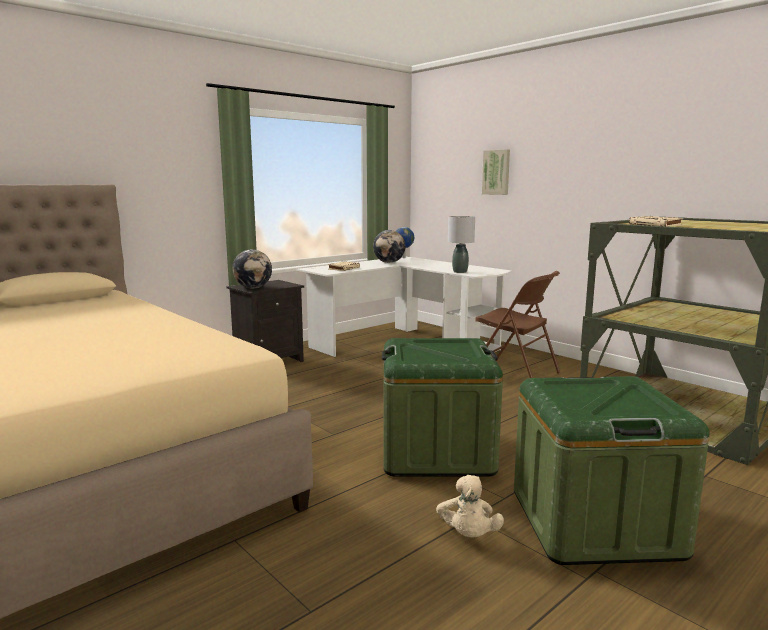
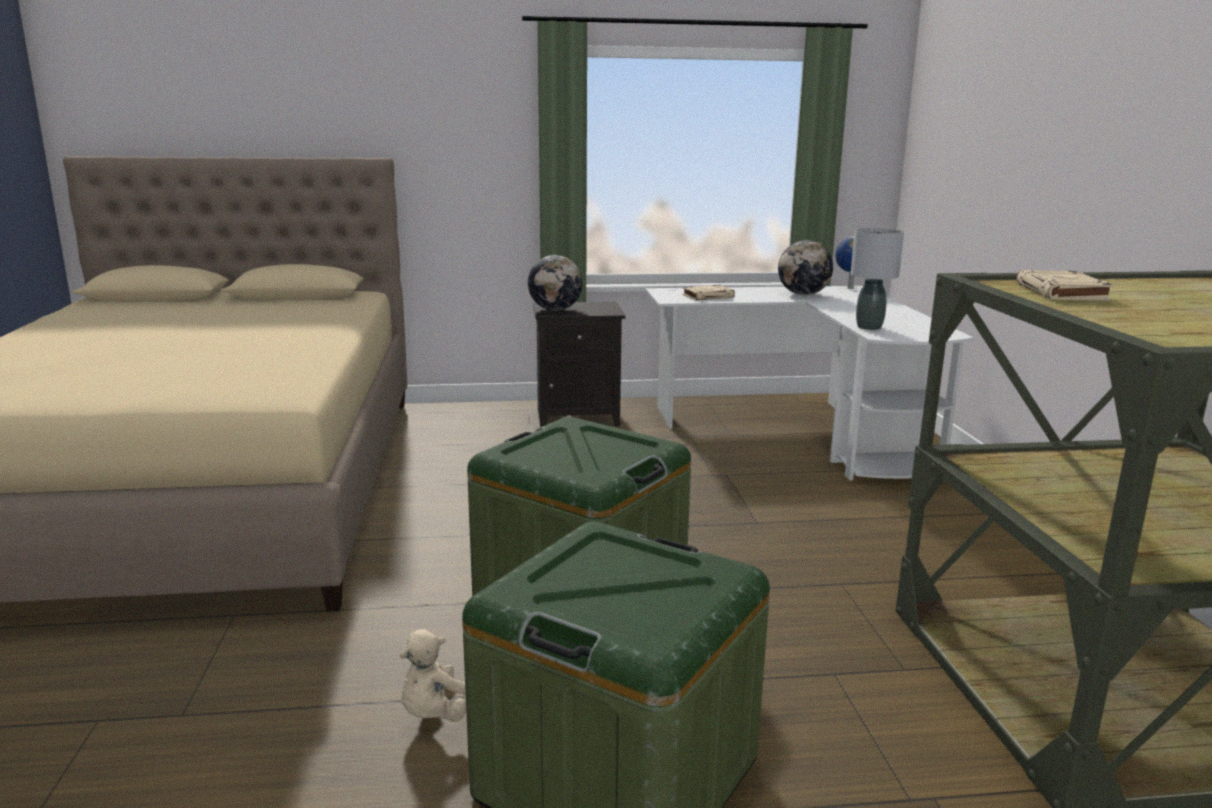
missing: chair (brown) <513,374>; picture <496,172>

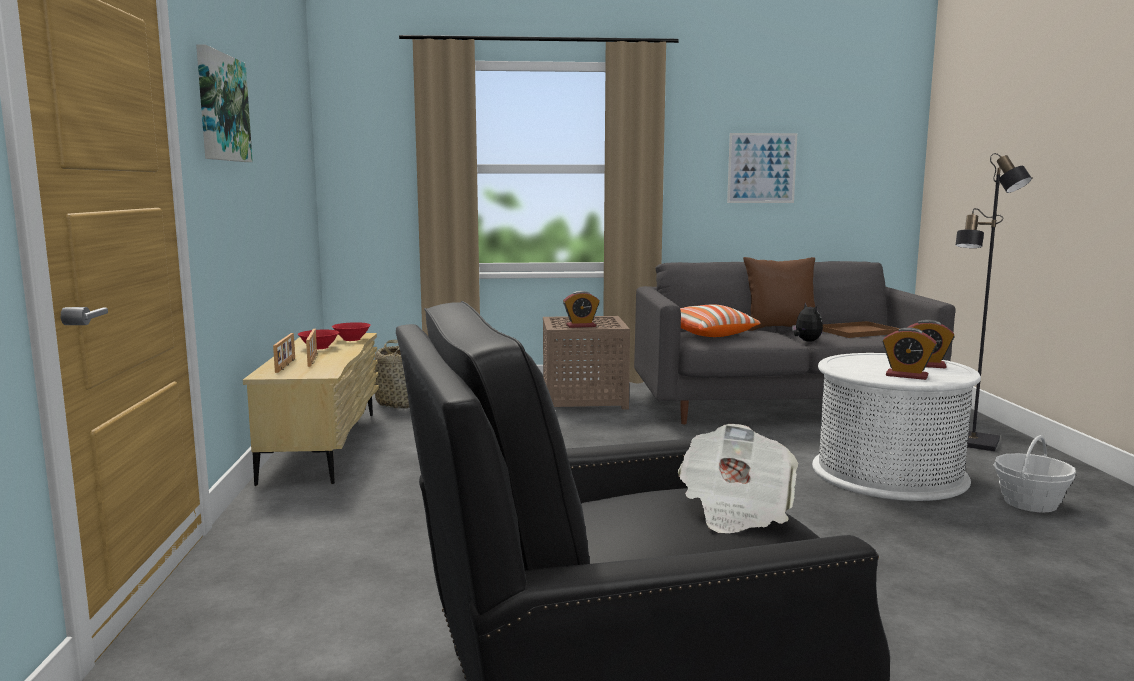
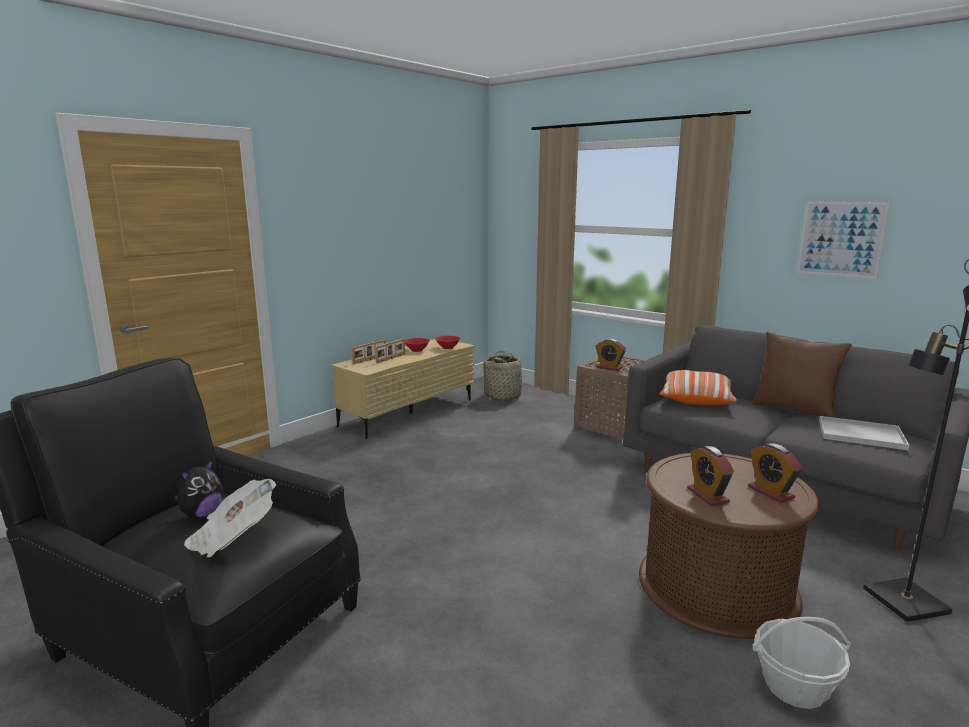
missing: picture <221,108>
relocated: plush toy <806,341> to <201,514>
colour: coffee table (white) <888,473> to coffee table (brown) <717,586>; tray (brown) <857,331> to tray (white) <859,434>

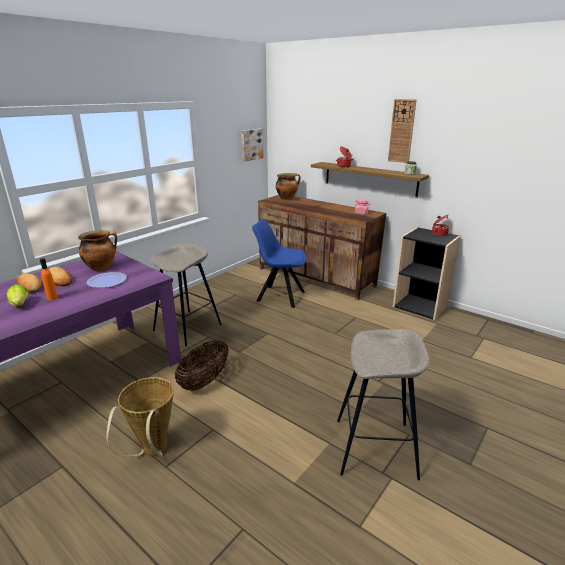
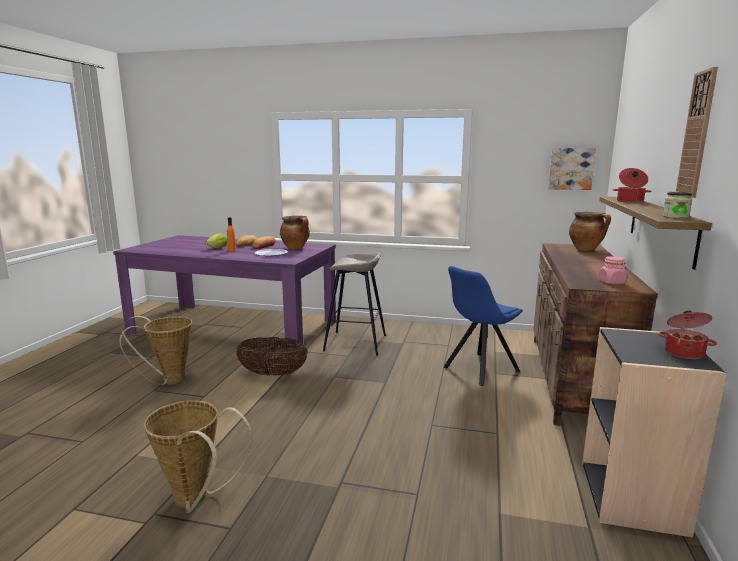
exchanged: stool (grey) <375,448> to basket <196,501>
spun: chair (blue) <280,296> = <480,369> 120 degrees counterclockwise

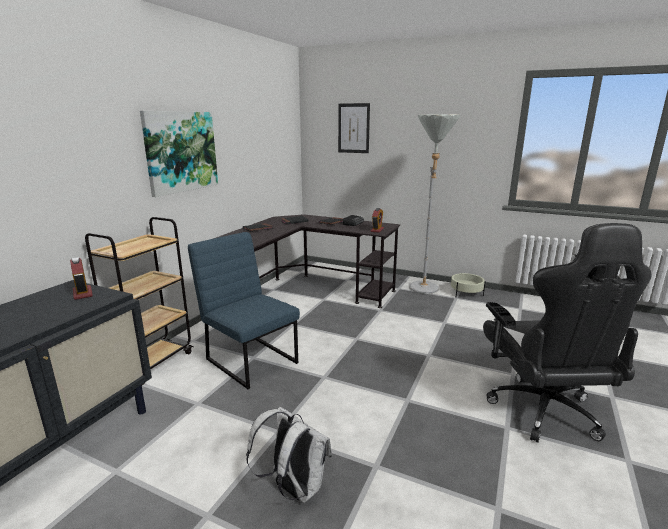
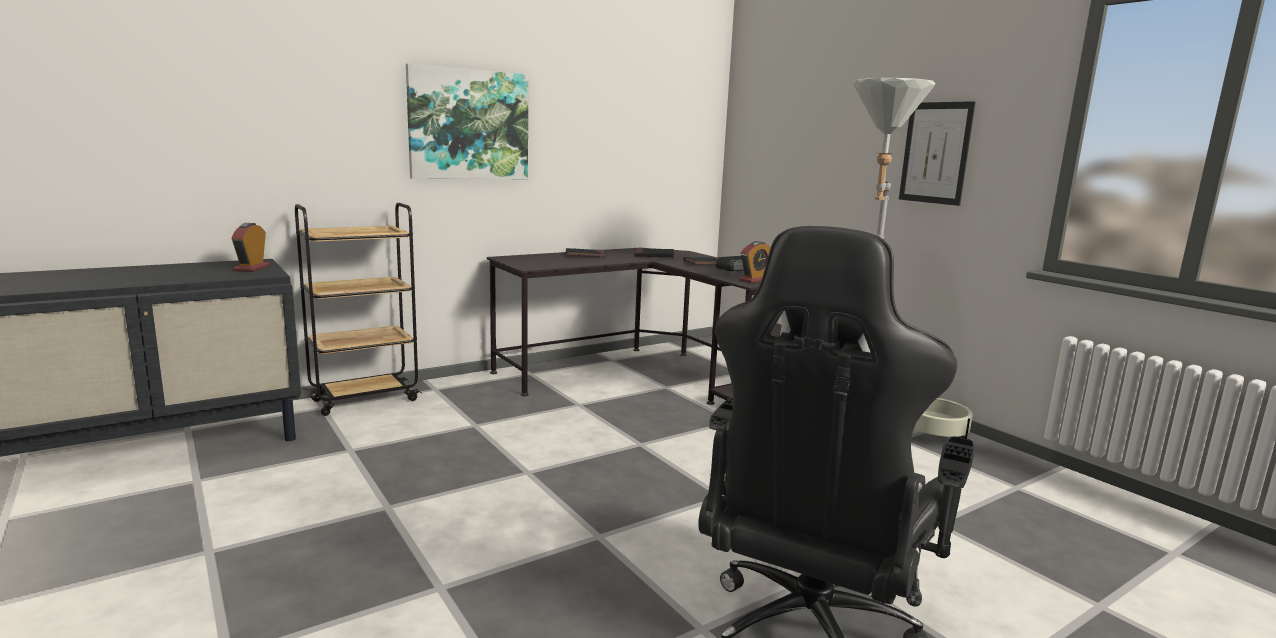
missing: chair (blue) <250,359>; backpack (white) <293,488>
relocated: picture <353,128> to <935,153>

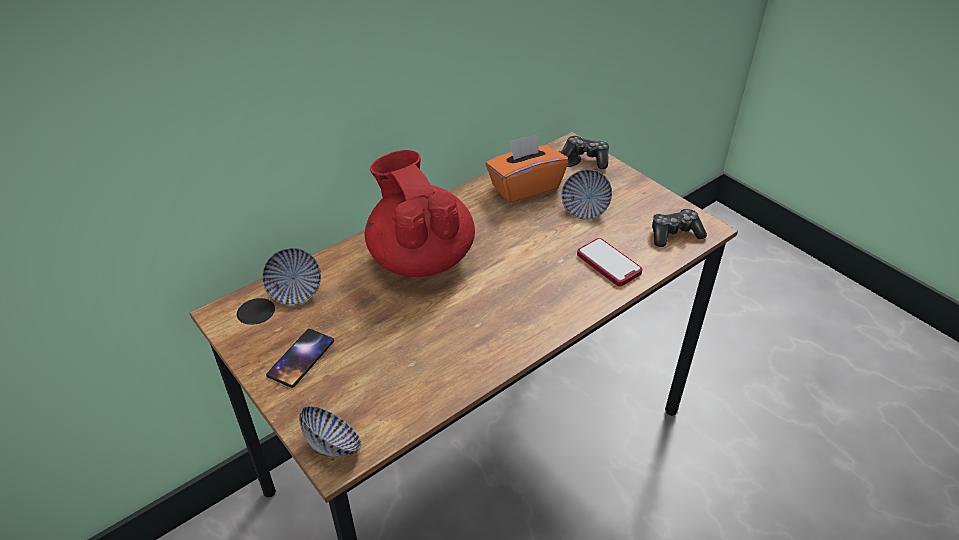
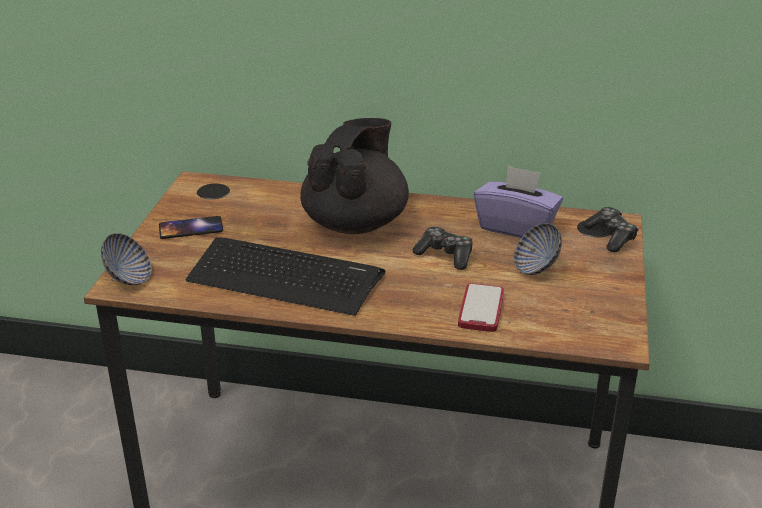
missing: bowl <295,292>
appeared: keyboard <285,277>
relocated: game controller <674,234> to <445,255>
colour: teapot (red) <420,257> to teapot (black) <355,222>; tissue box (orange) <524,187> to tissue box (purple) <516,227>

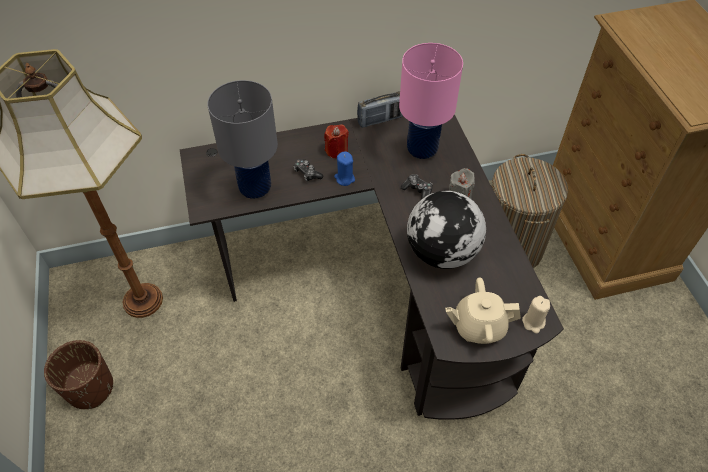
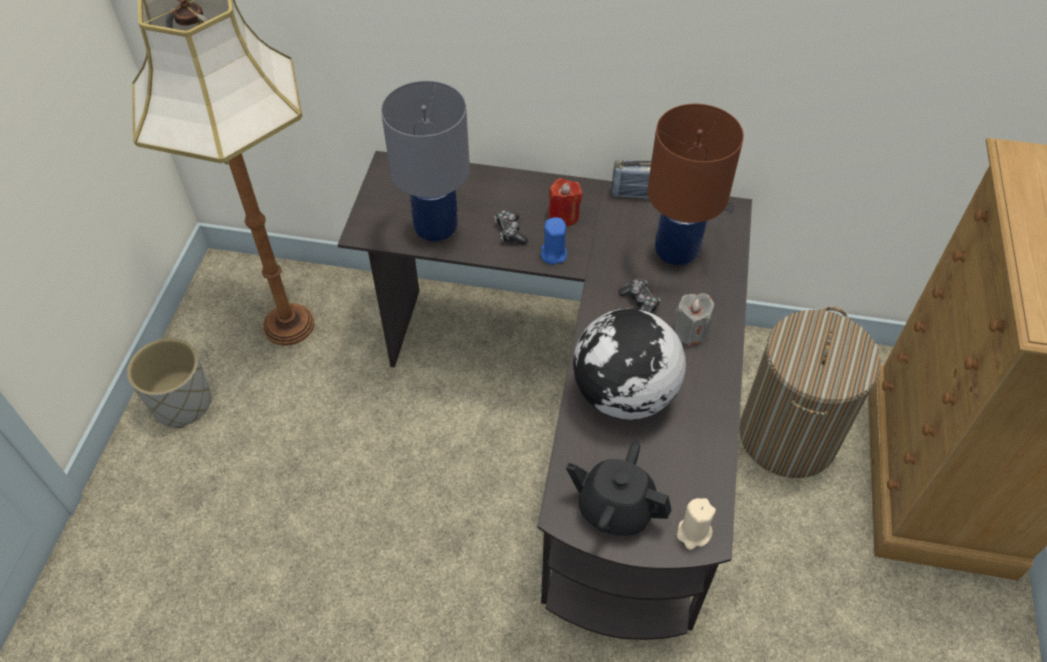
colour: planter (brown) <90,388> to planter (grey) <182,403>; table lamp (pink) <422,151> to table lamp (brown) <676,254>; teapot (beige) <478,326> to teapot (black) <615,508>

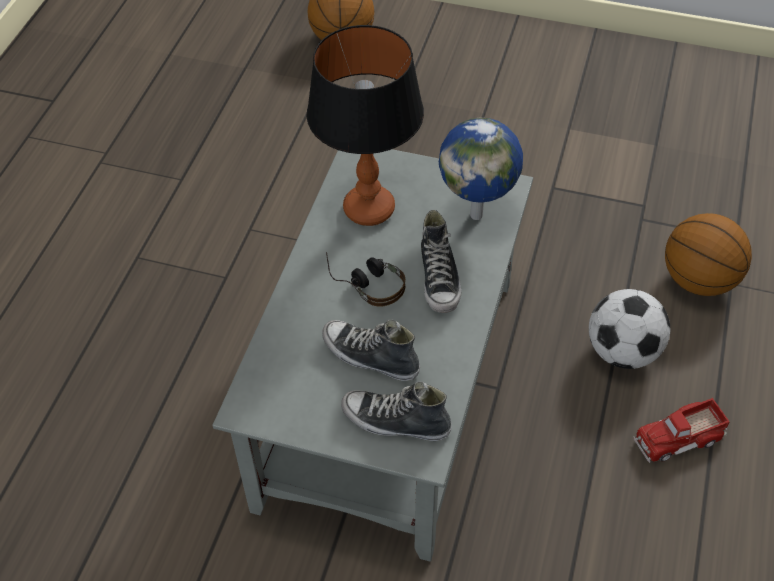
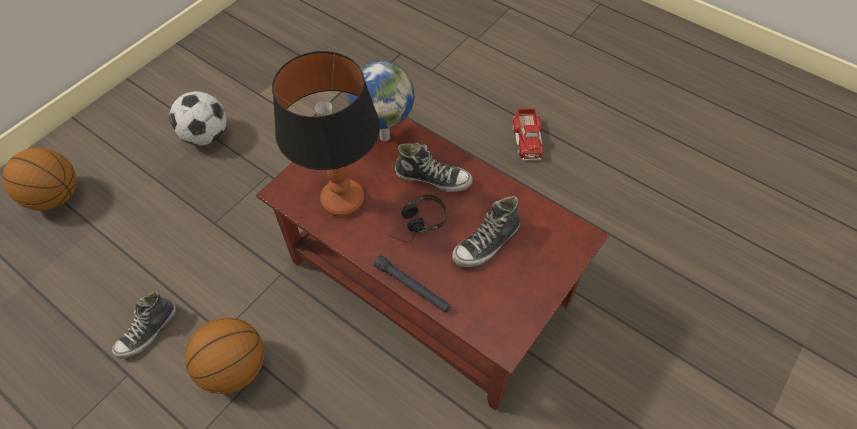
appeared: flashlight (black) <412,287>
relocated: shoe <396,421> to <148,332>; football <622,351> to <206,135>; basketball <698,280> to <234,367>
colour: coffee table (grey) <389,394> to coffee table (brown) <431,282>

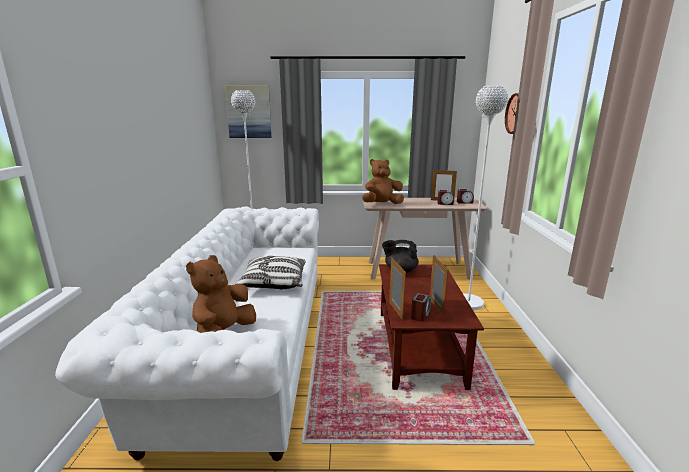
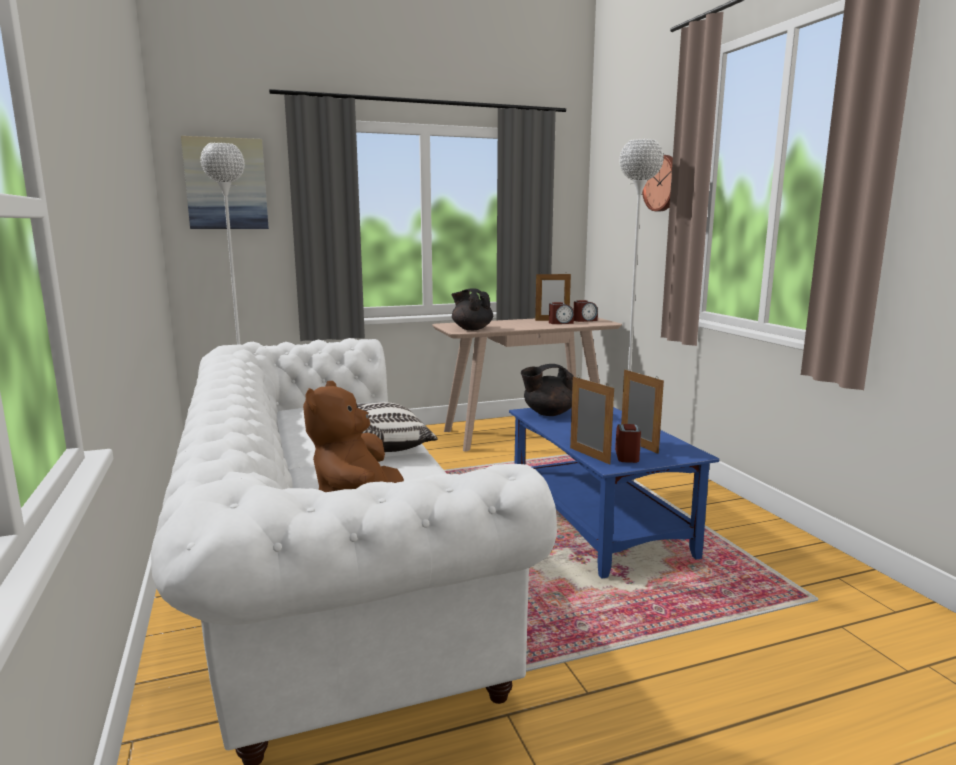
exchanged: plush toy (brown) <382,204> to teapot (black) <471,329>
colour: coffee table (brown) <418,346> to coffee table (blue) <596,522>

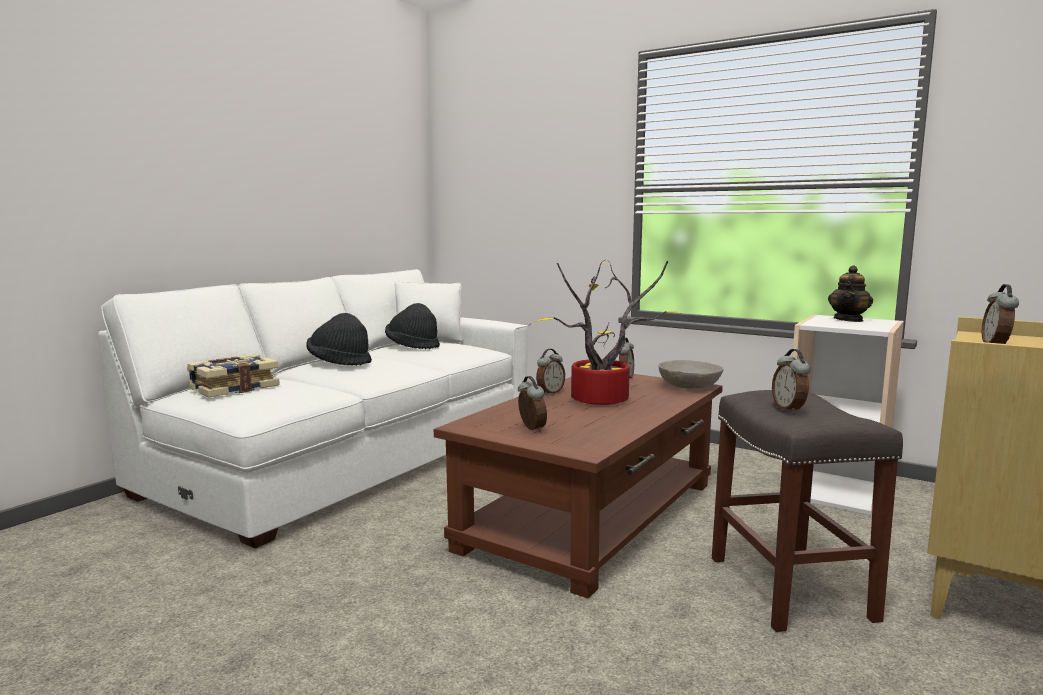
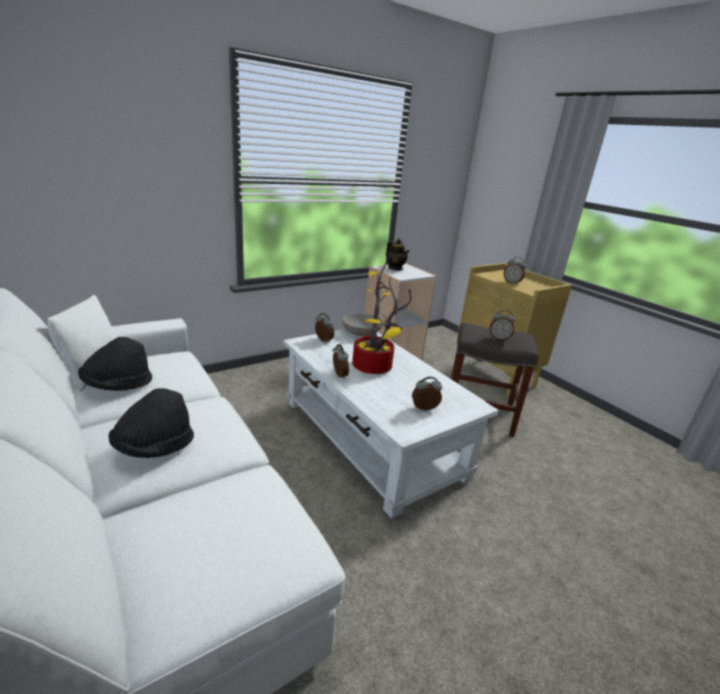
missing: book <233,388>
colour: coffee table (brown) <592,514> to coffee table (white) <371,437>

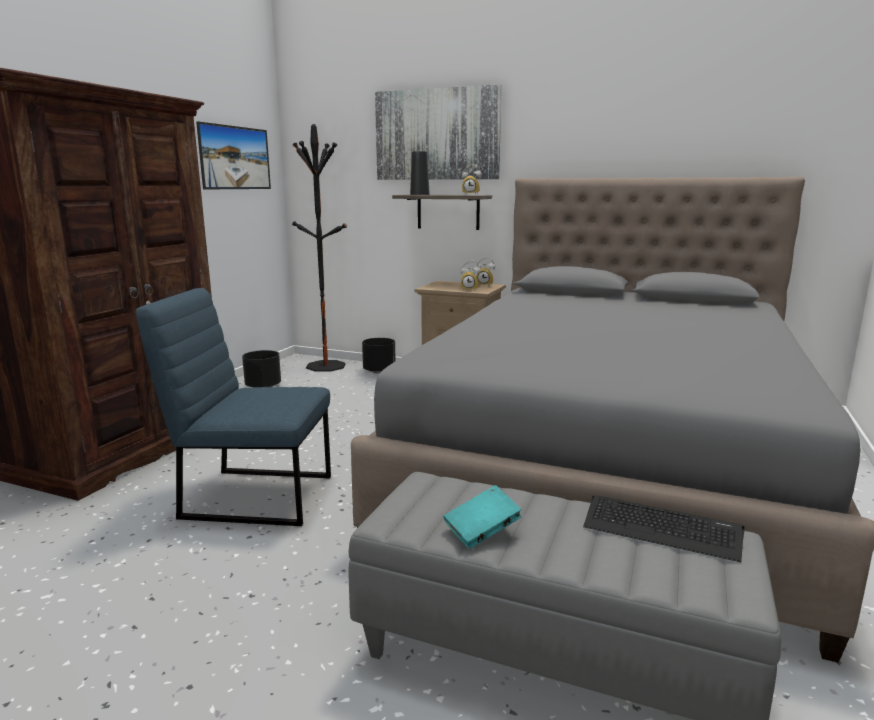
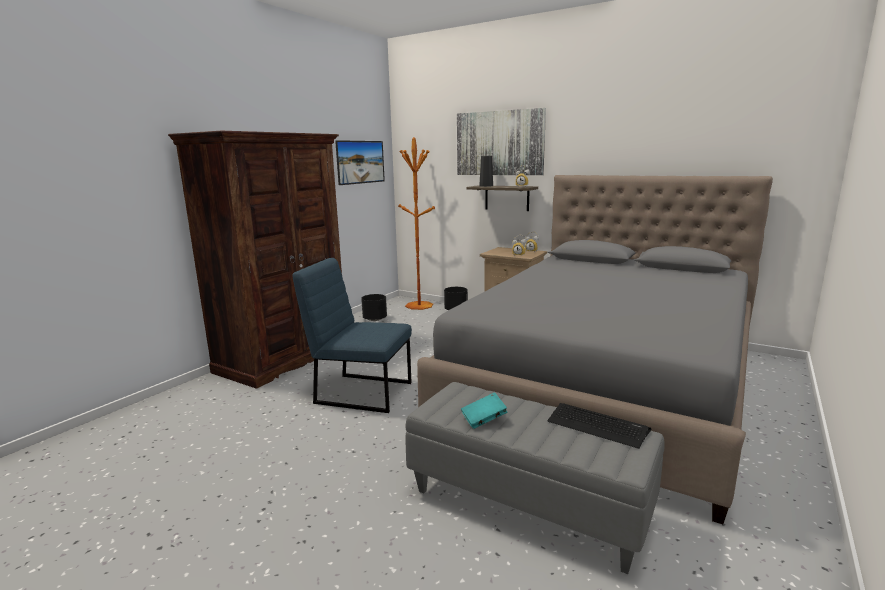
colour: clothes rack (black) <326,366> to clothes rack (orange) <419,305>

